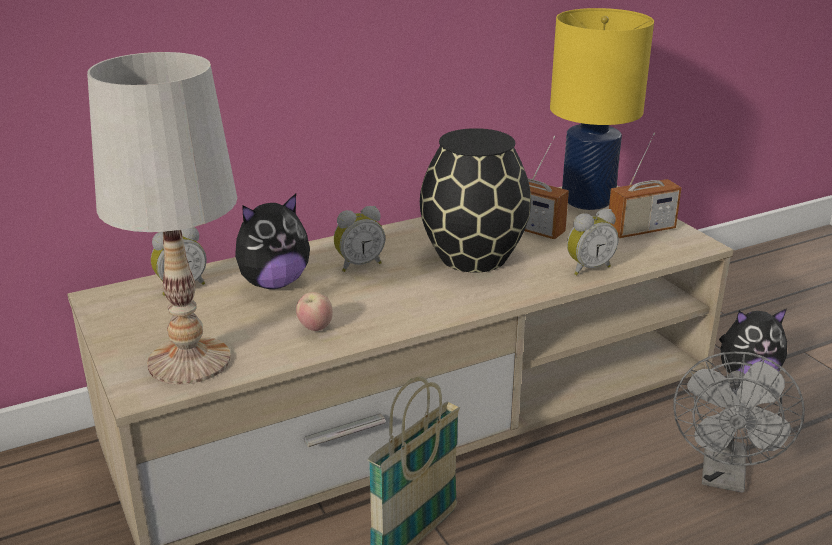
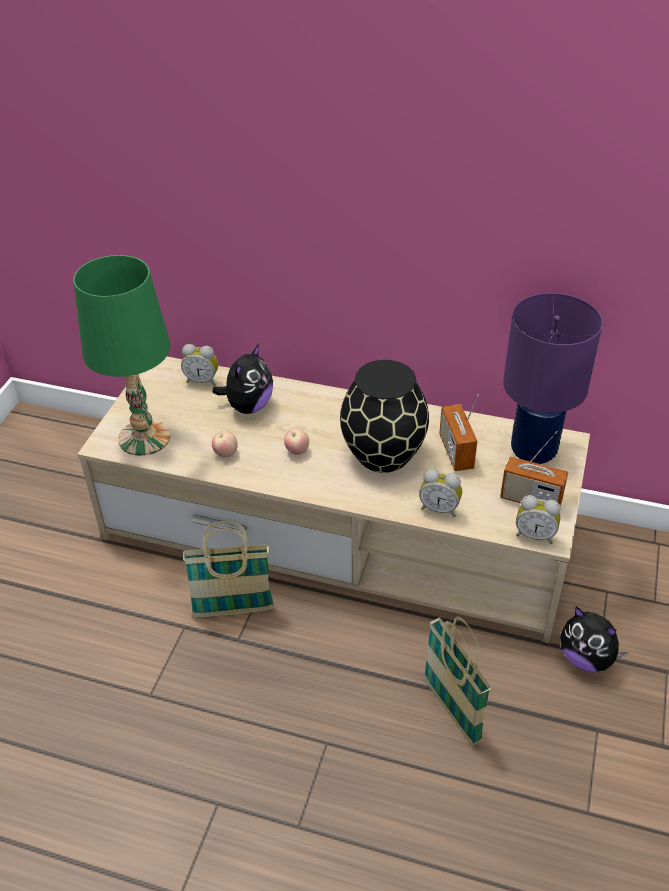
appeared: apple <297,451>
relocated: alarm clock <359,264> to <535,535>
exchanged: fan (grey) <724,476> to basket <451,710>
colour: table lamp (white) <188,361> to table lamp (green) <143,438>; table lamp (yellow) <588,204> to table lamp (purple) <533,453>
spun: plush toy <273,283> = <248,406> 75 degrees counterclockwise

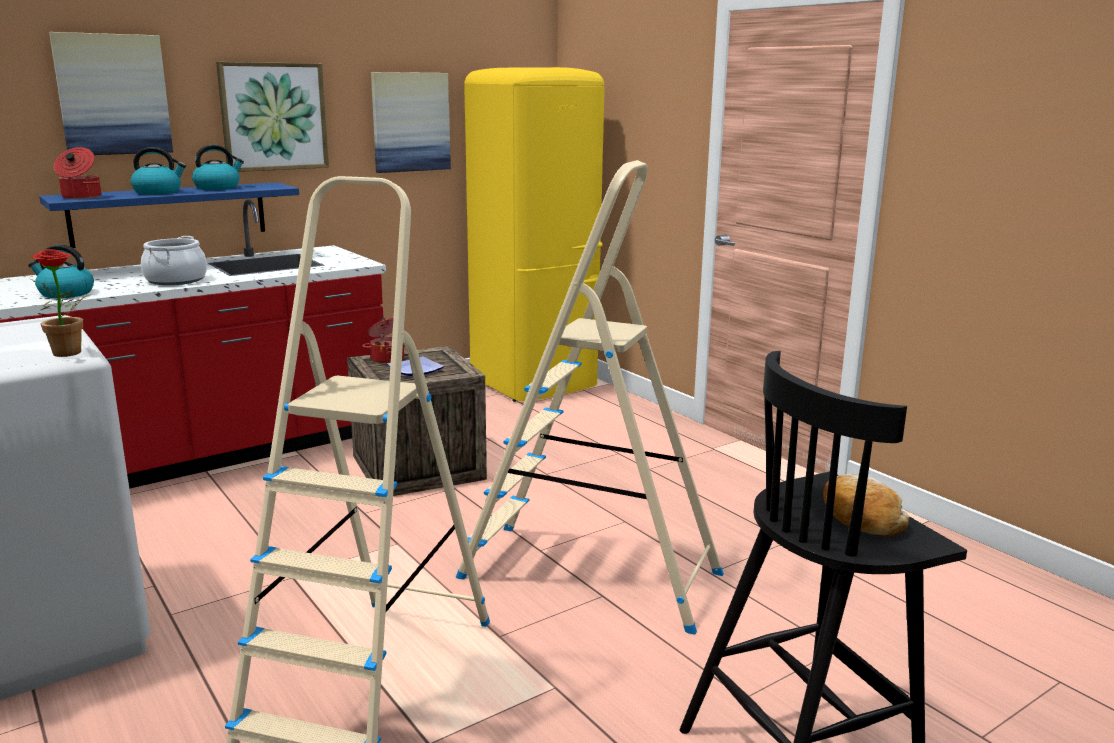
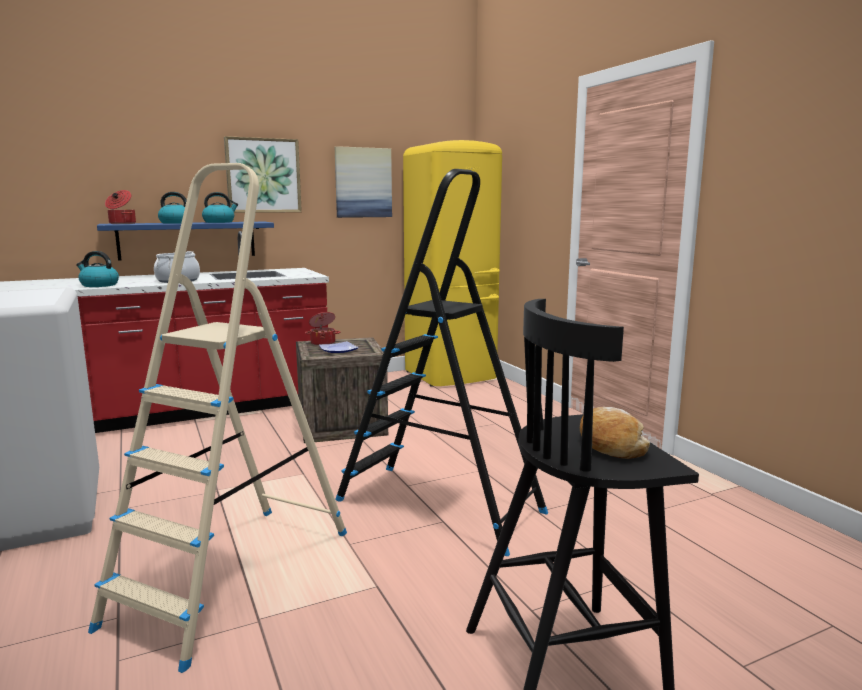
missing: potted plant <70,354>; picture <113,94>
colour: step ladder (beige) <588,575> to step ladder (black) <438,506>

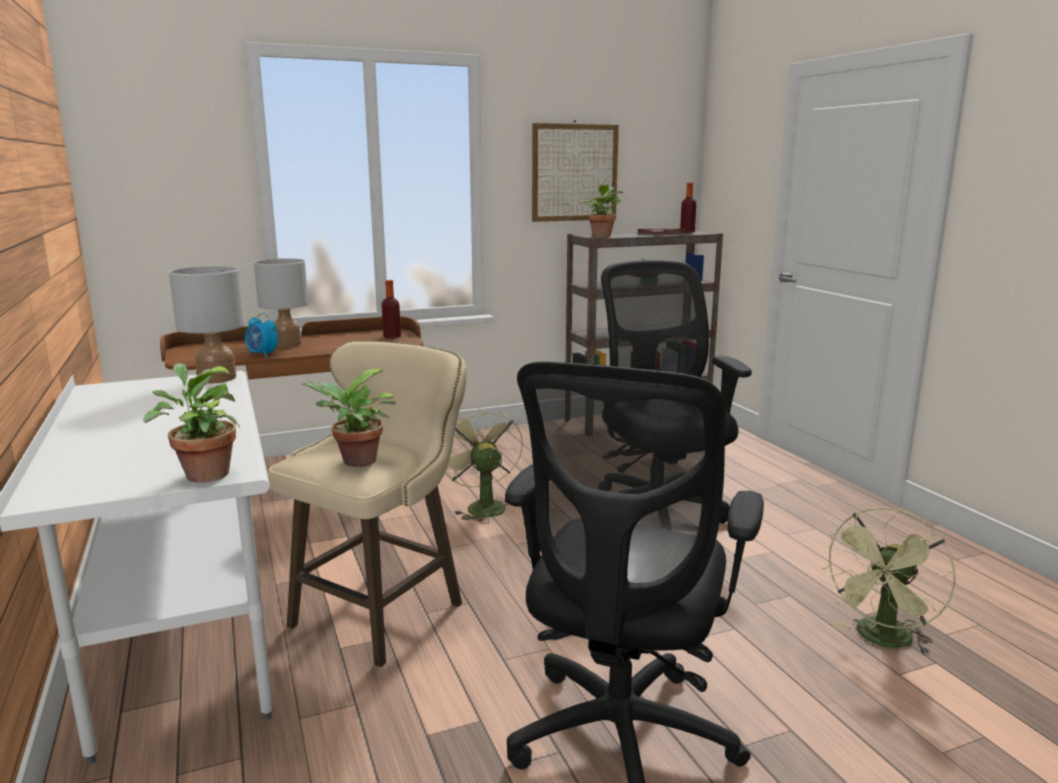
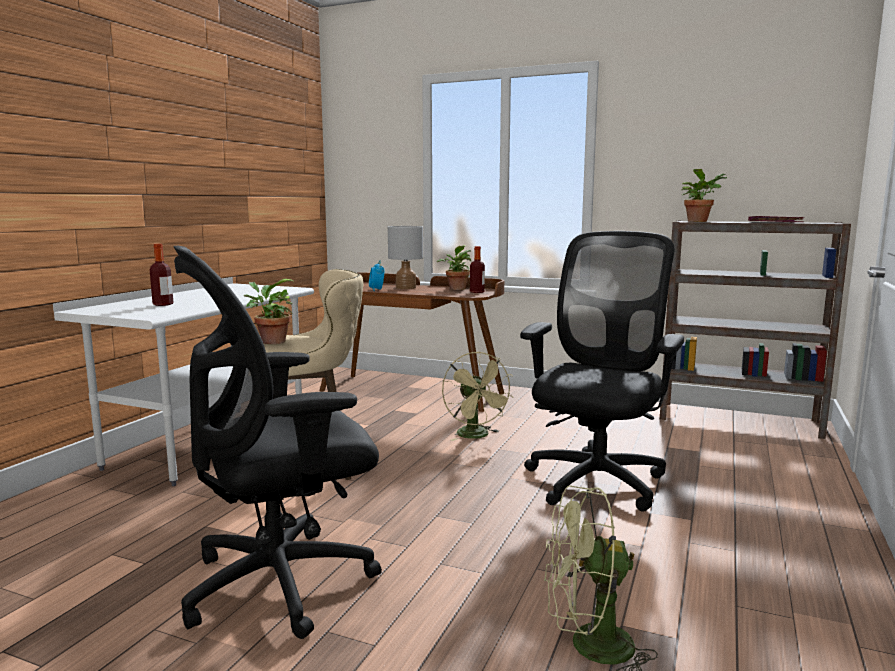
missing: table lamp (grey) <216,378>; picture <574,171>
relocated: potted plant <203,474> to <457,288>; bottle <687,232> to <163,304>
spun: fan (beige) <482,506> = <477,436> 135 degrees clockwise

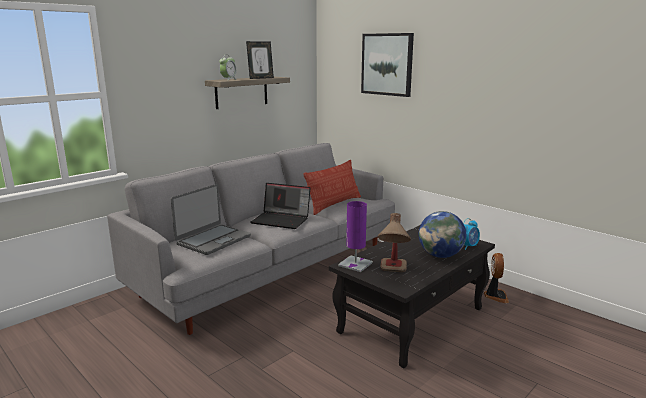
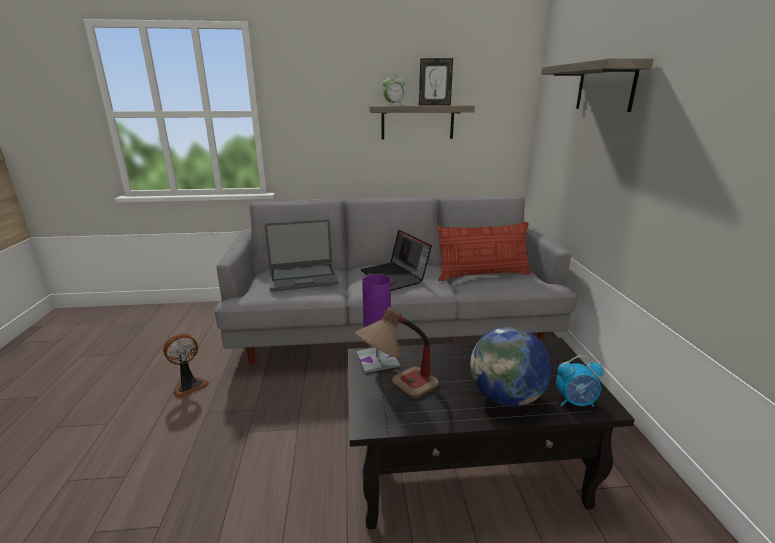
relocated: fan <495,296> to <189,385>
exchanged: picture <387,64> to shelf <605,87>

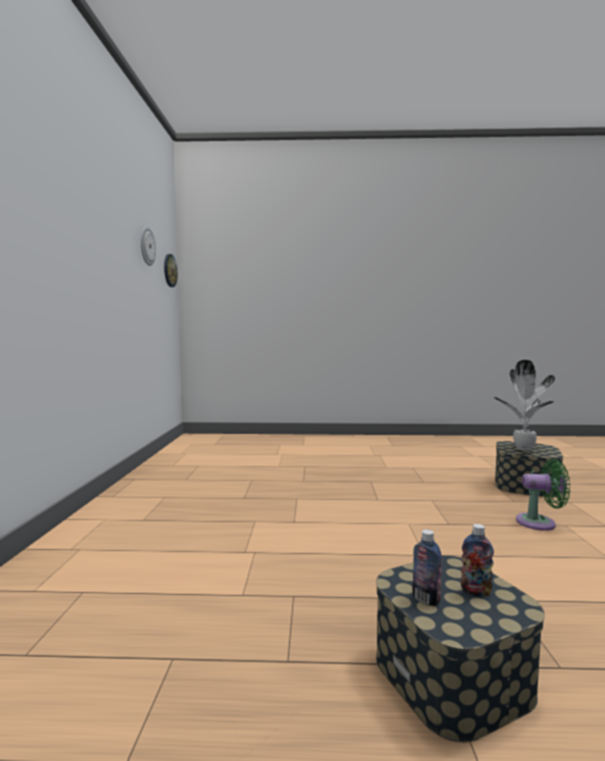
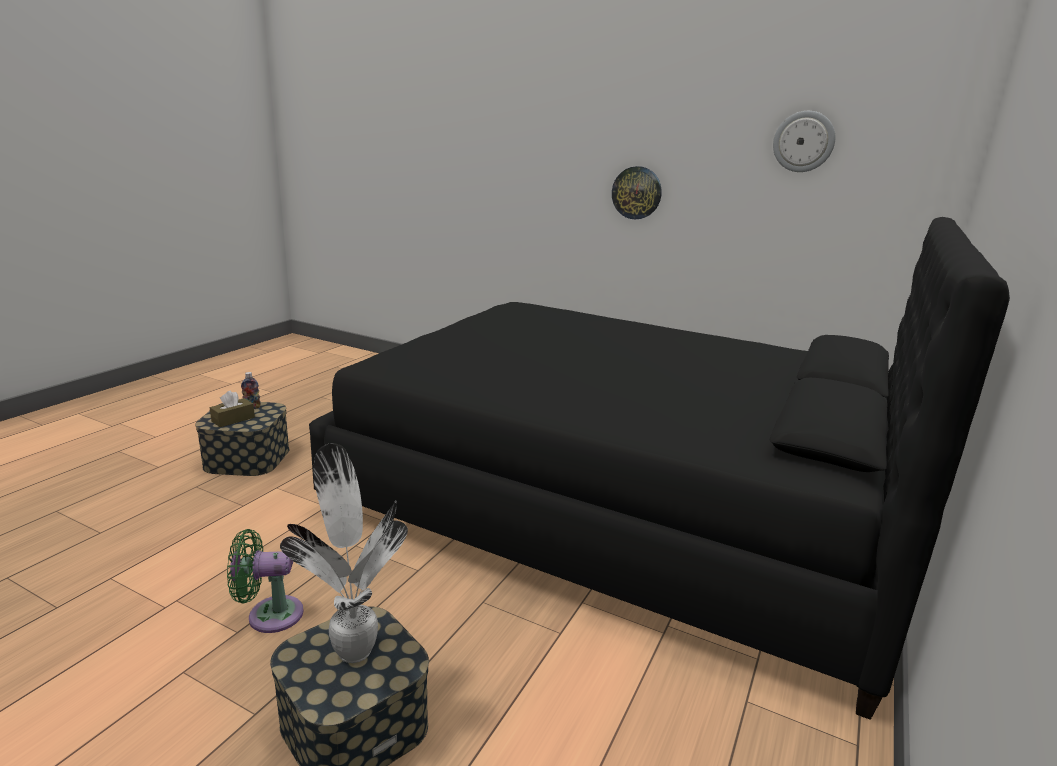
appeared: bed (black) <618,503>
relocated: wall clock <169,270> to <636,193>
exchanged: bottle <475,591> to tissue box (brown) <233,419>
spun: fan (green) <540,523> = <269,615> 45 degrees clockwise

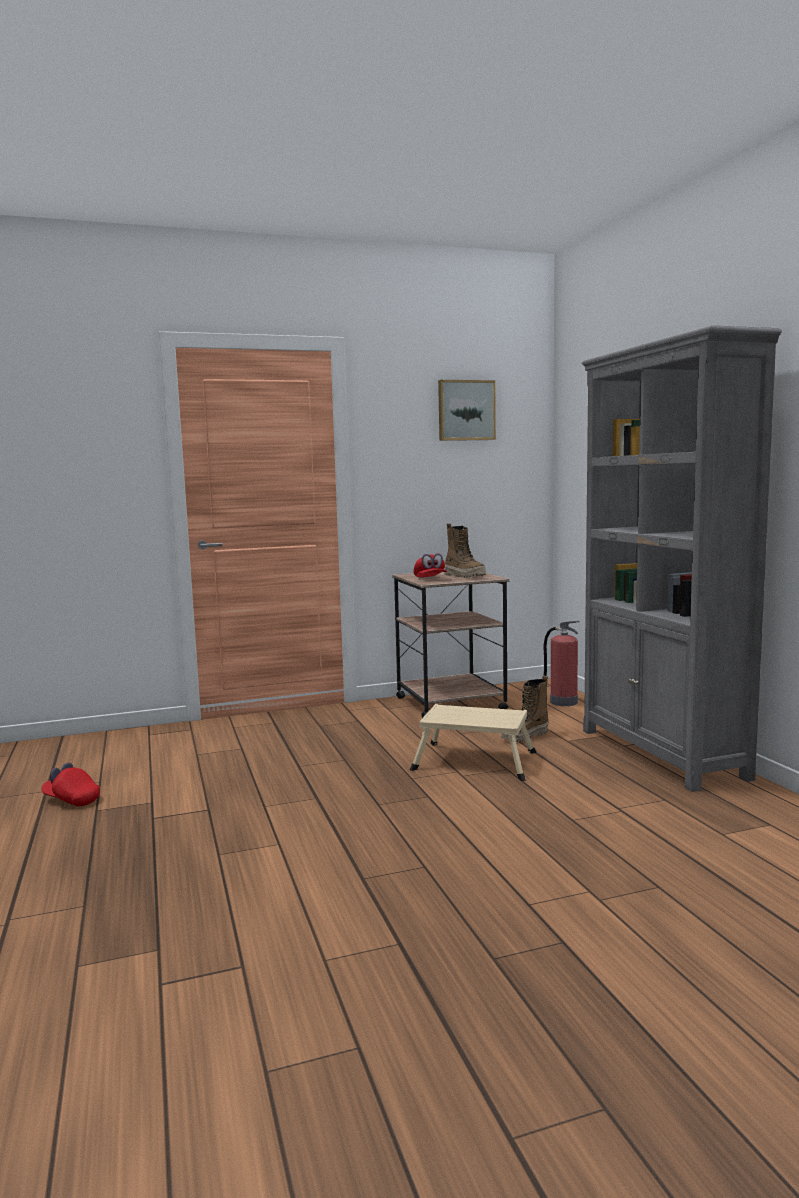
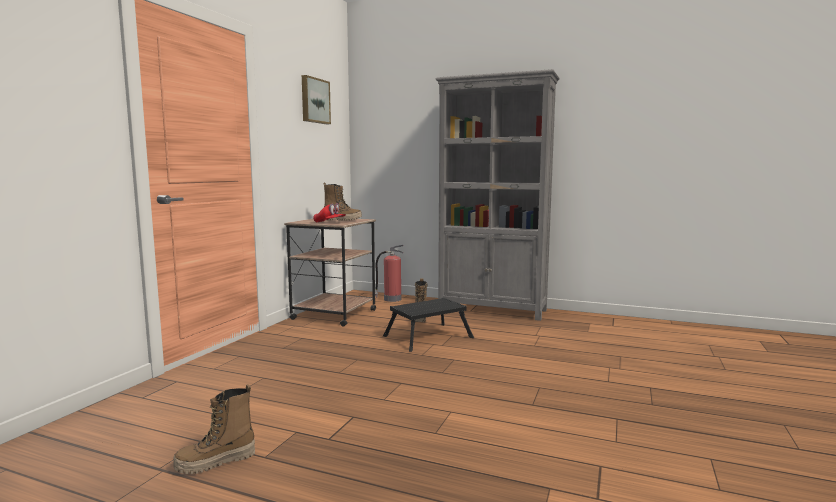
exchanged: cap (red) <71,800> to boot <216,462>
colour: step ladder (beige) <473,761> to step ladder (black) <427,337>

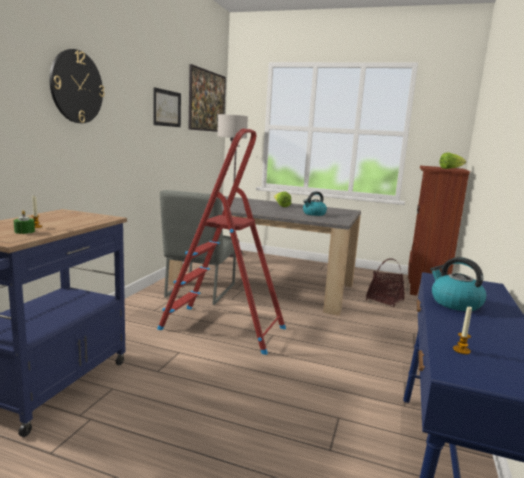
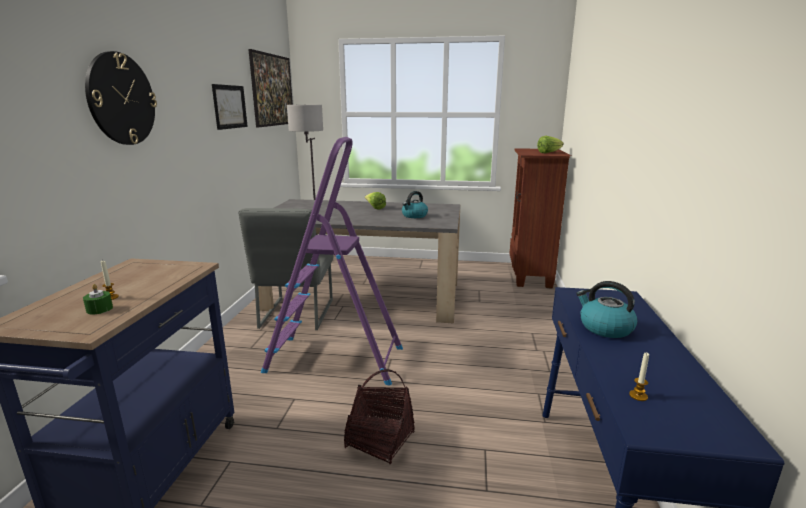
relocated: basket <385,300> to <380,440>
colour: step ladder (red) <221,328> to step ladder (purple) <334,360>

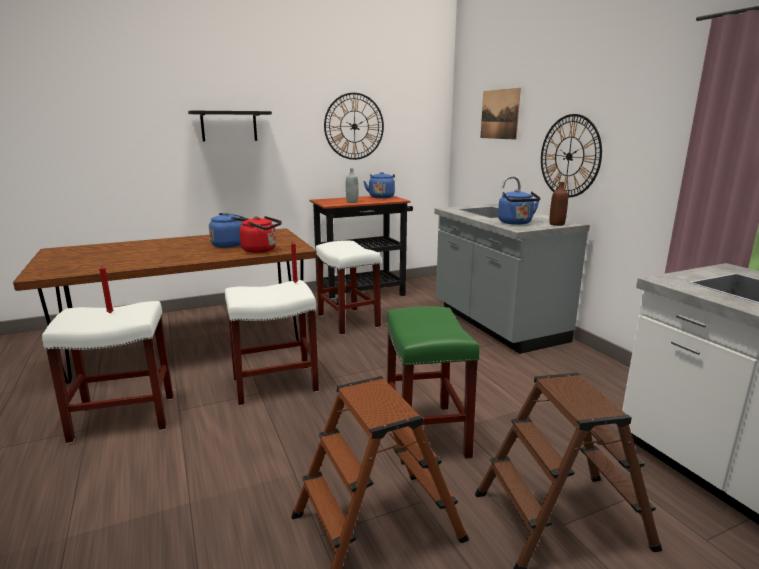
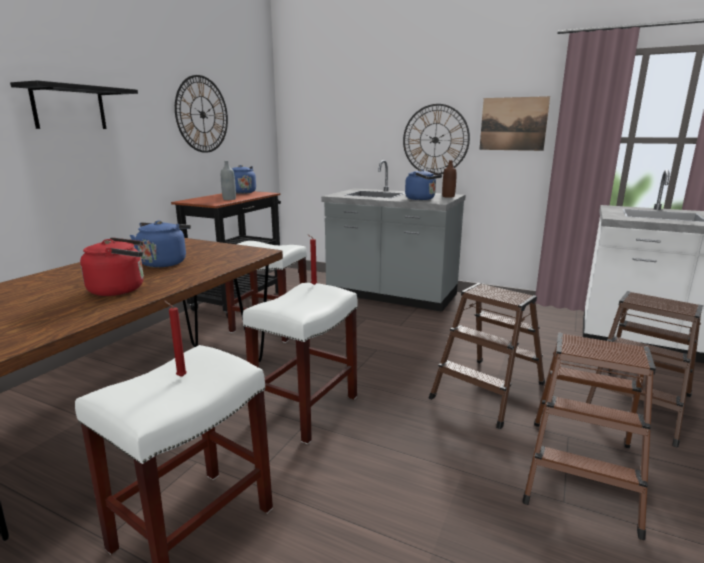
relocated: kettle (red) <261,250> to <121,289>; picture <499,114> to <513,124>
exchanged: stool (green) <427,433> to step ladder (brown) <488,390>

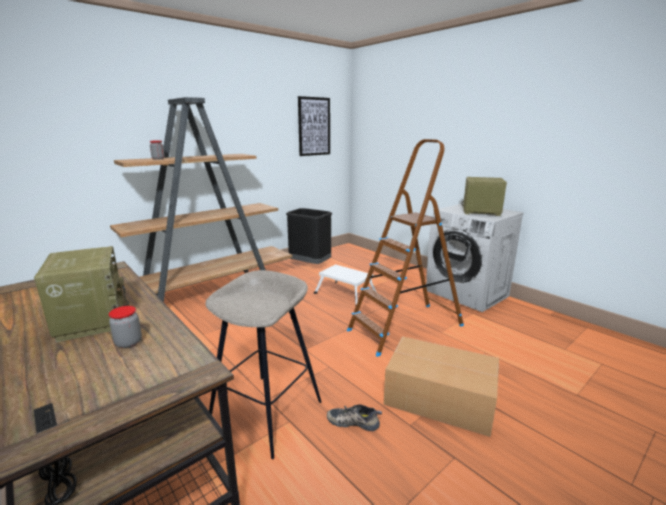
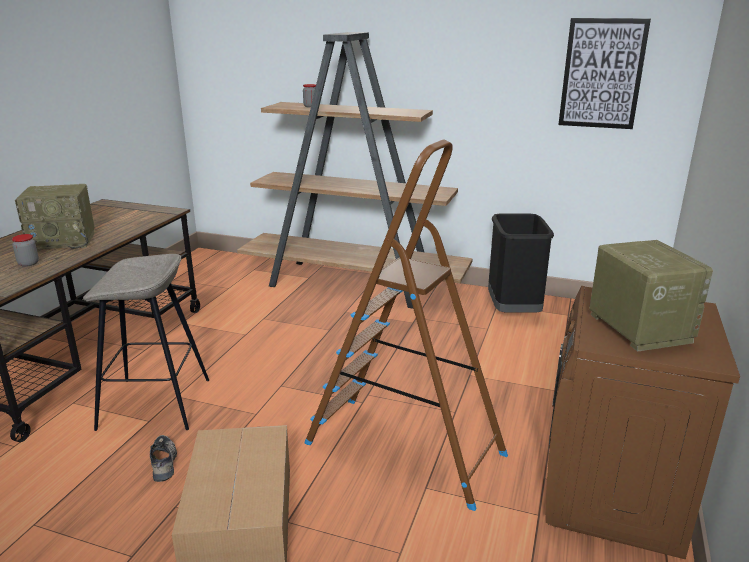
missing: step ladder (white) <346,294>
colour: washing machine (white) <466,295> to washing machine (brown) <611,494>
spun: radio <91,319> = <64,241> 45 degrees clockwise

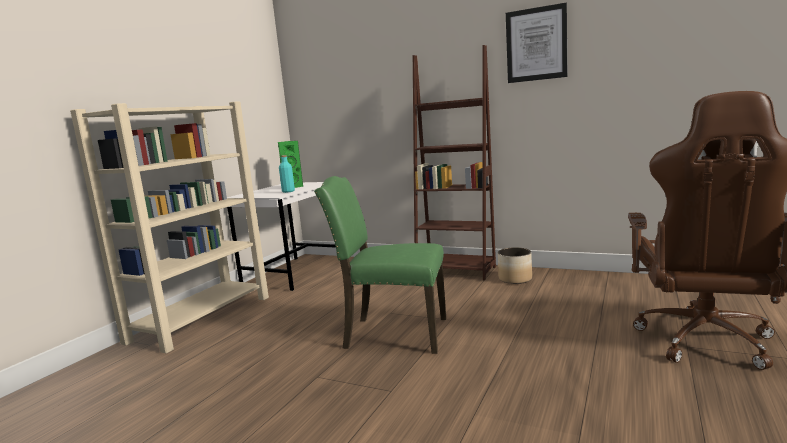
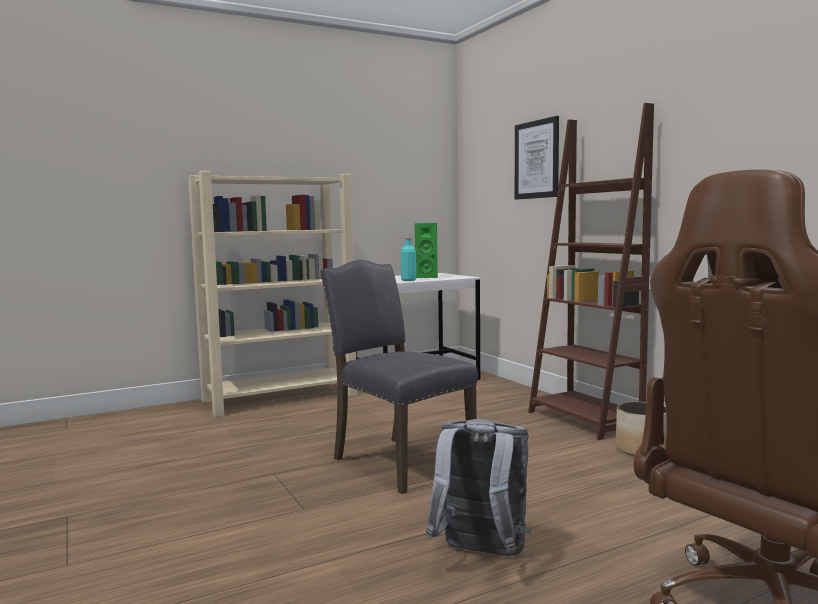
appeared: backpack (grey) <480,555>
relocated: picture <536,44> to <536,159>
colour: chair (green) <393,333> to chair (grey) <398,461>

